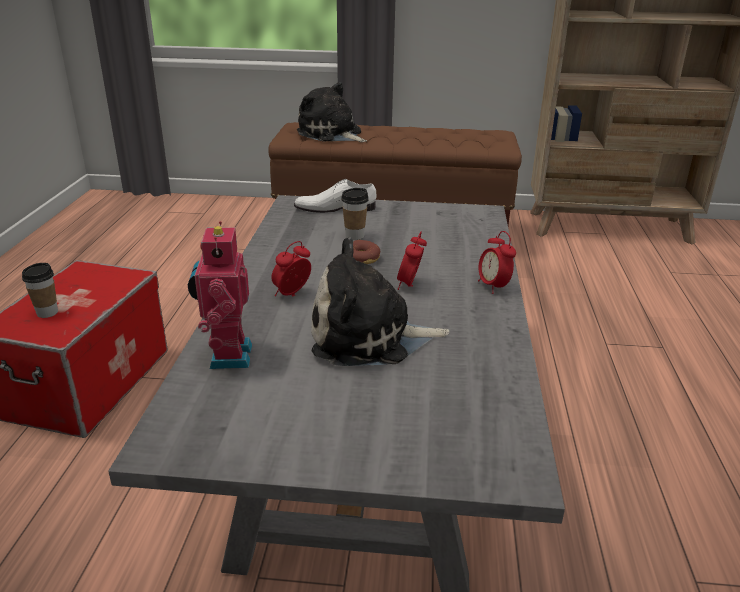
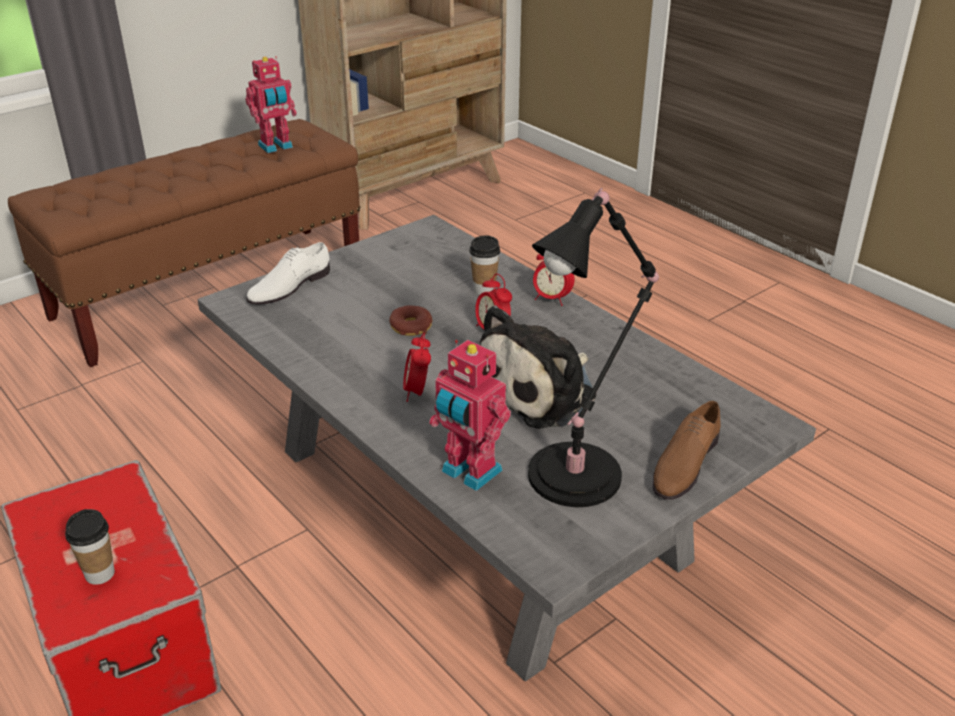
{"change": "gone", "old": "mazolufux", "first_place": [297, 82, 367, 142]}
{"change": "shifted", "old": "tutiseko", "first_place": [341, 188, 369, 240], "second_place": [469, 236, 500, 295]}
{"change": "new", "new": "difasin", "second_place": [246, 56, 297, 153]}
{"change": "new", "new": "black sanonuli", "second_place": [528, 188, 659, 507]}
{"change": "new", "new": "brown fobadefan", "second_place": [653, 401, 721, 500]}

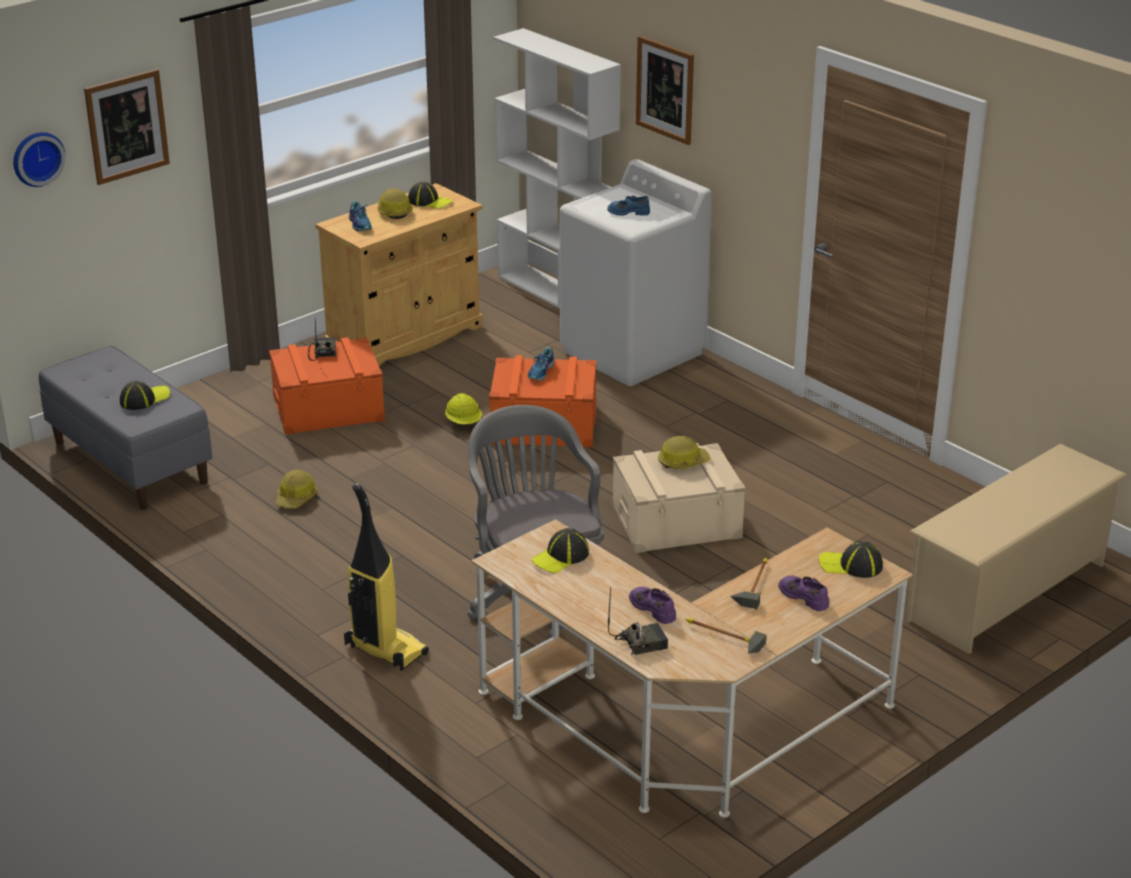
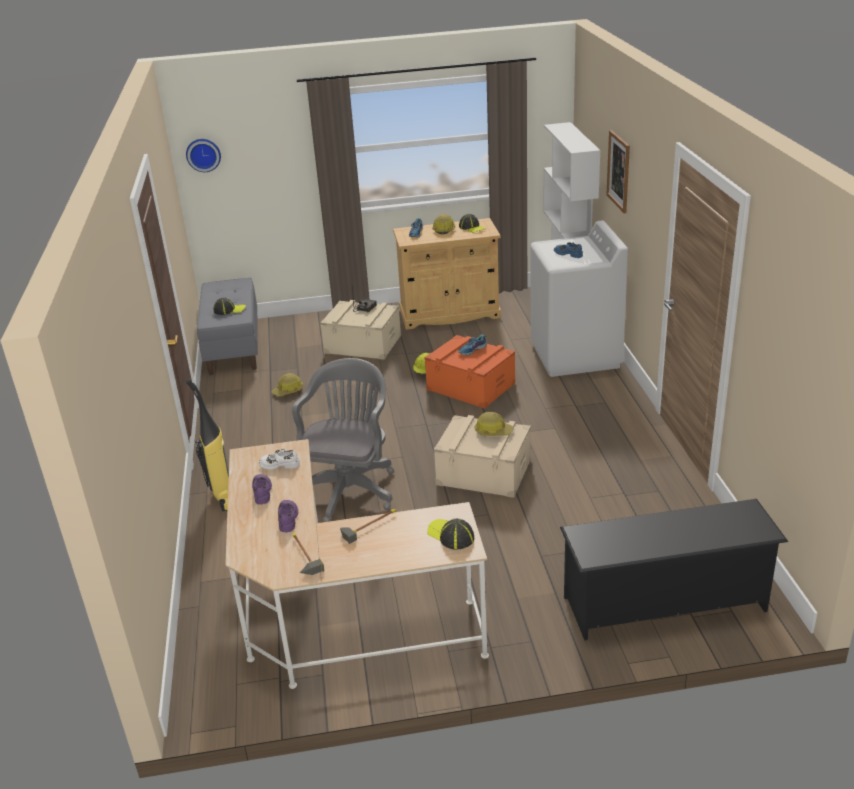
{"change": "gone", "old": "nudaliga", "first_place": [84, 69, 170, 185]}
{"change": "repainted", "old": "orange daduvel", "new": "beige daduvel", "first_place": [269, 337, 385, 435], "second_place": [320, 300, 401, 360]}
{"change": "swapped", "old": "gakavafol", "new": "white fobadefan", "first_place": [532, 528, 589, 574], "second_place": [259, 449, 300, 470]}
{"change": "gone", "old": "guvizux", "first_place": [608, 587, 668, 655]}
{"change": "shifted", "old": "purple fobadefan", "first_place": [778, 576, 829, 611], "second_place": [252, 474, 272, 505]}
{"change": "repainted", "old": "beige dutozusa", "new": "black dutozusa", "first_place": [906, 444, 1127, 654], "second_place": [560, 499, 788, 640]}

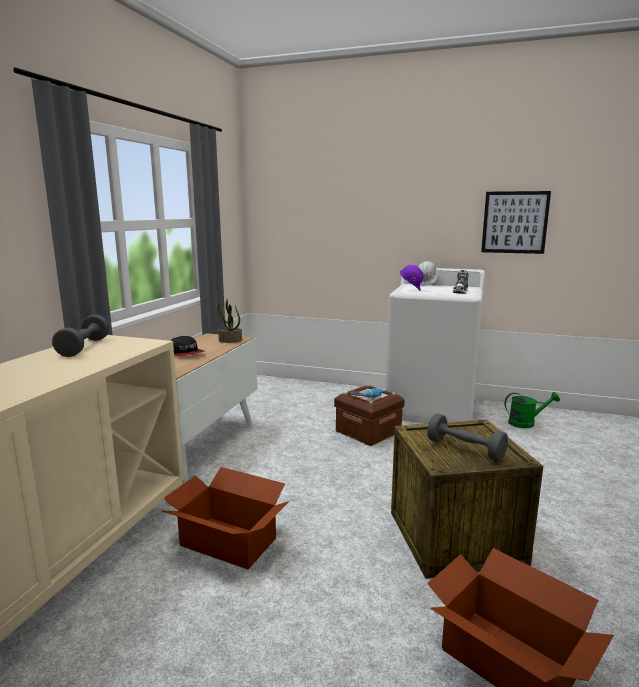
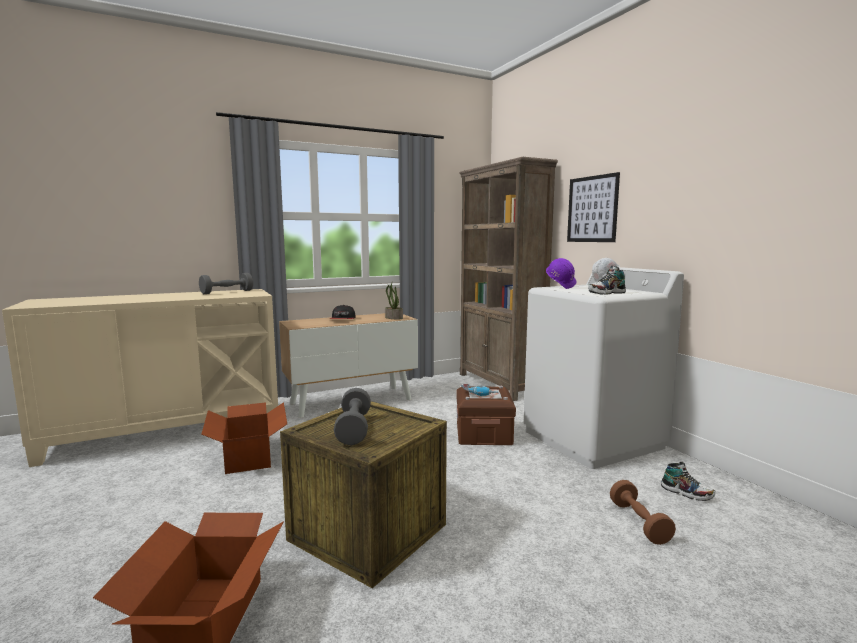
{"change": "shifted", "old": "nudaliga", "first_place": [481, 191, 551, 254], "second_place": [567, 172, 620, 242]}
{"change": "swapped", "old": "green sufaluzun", "new": "fobadefan", "first_place": [505, 392, 560, 428], "second_place": [661, 462, 716, 501]}
{"change": "new", "new": "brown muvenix", "second_place": [459, 157, 558, 401]}
{"change": "new", "new": "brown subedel", "second_place": [610, 480, 676, 545]}

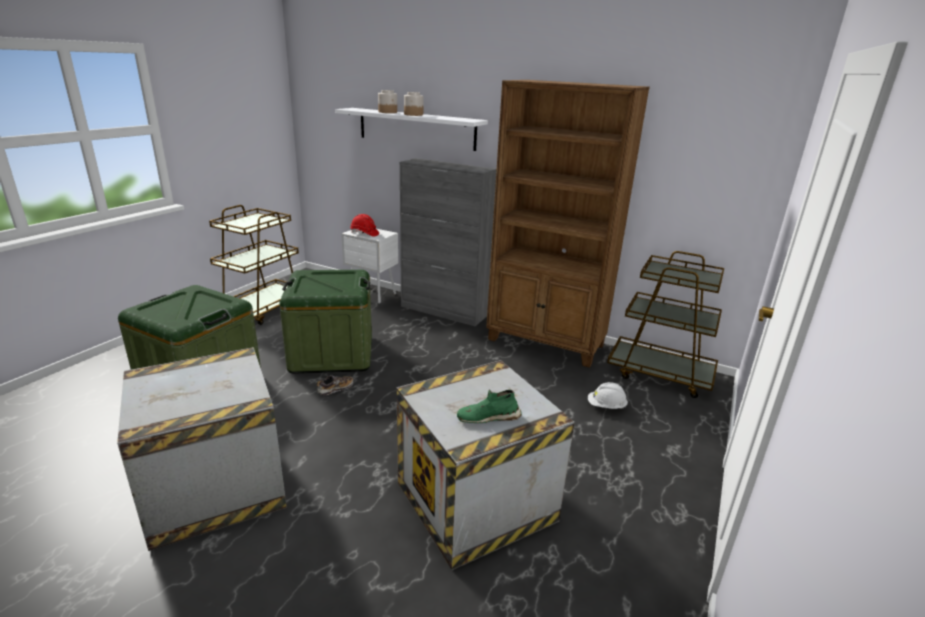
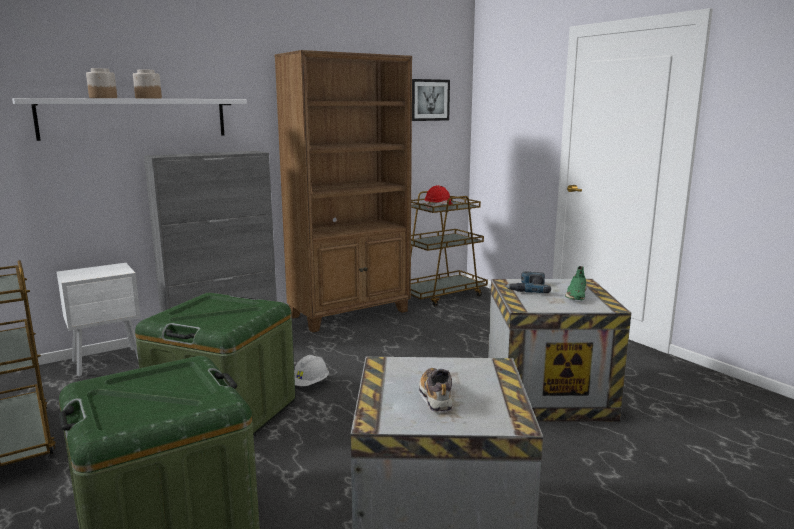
{"change": "shifted", "old": "fobadefan", "first_place": [317, 375, 354, 395], "second_place": [419, 368, 452, 412]}
{"change": "shifted", "old": "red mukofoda", "first_place": [350, 214, 379, 237], "second_place": [424, 185, 453, 209]}
{"change": "shifted", "old": "white mukofoda", "first_place": [588, 382, 628, 409], "second_place": [294, 355, 329, 386]}
{"change": "new", "new": "nudaliga", "second_place": [412, 79, 450, 121]}
{"change": "new", "new": "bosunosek", "second_place": [505, 271, 551, 293]}

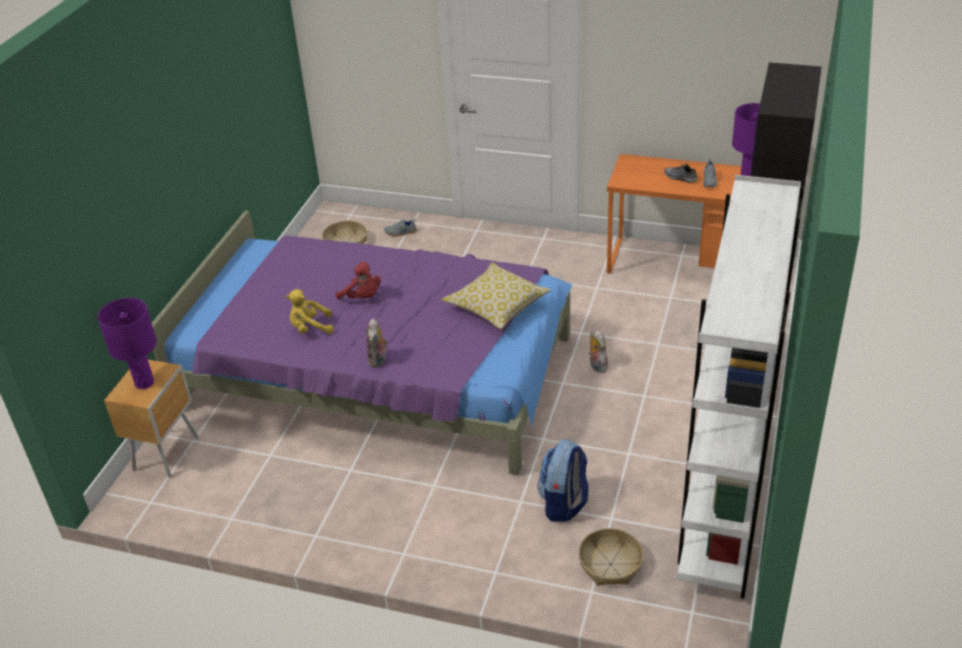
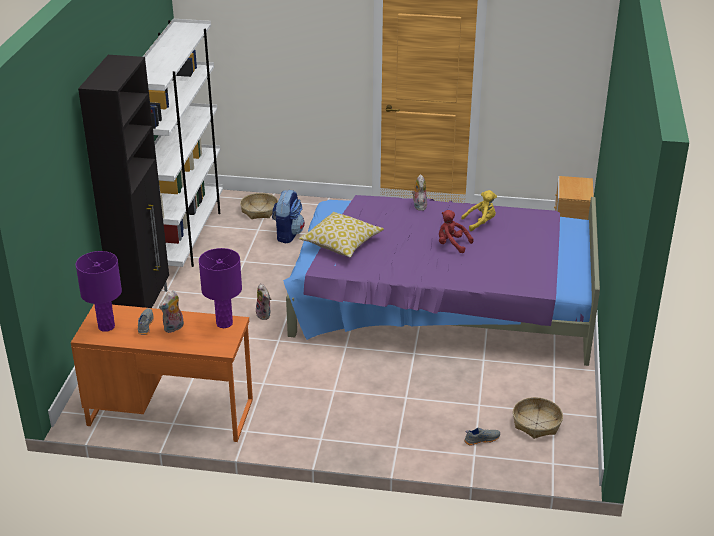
{"change": "shifted", "old": "purple sanonuli", "first_place": [97, 298, 157, 389], "second_place": [199, 248, 242, 328]}
{"change": "swapped", "old": "grey fobadefan", "new": "mazolufux", "first_place": [664, 164, 698, 183], "second_place": [159, 291, 184, 333]}

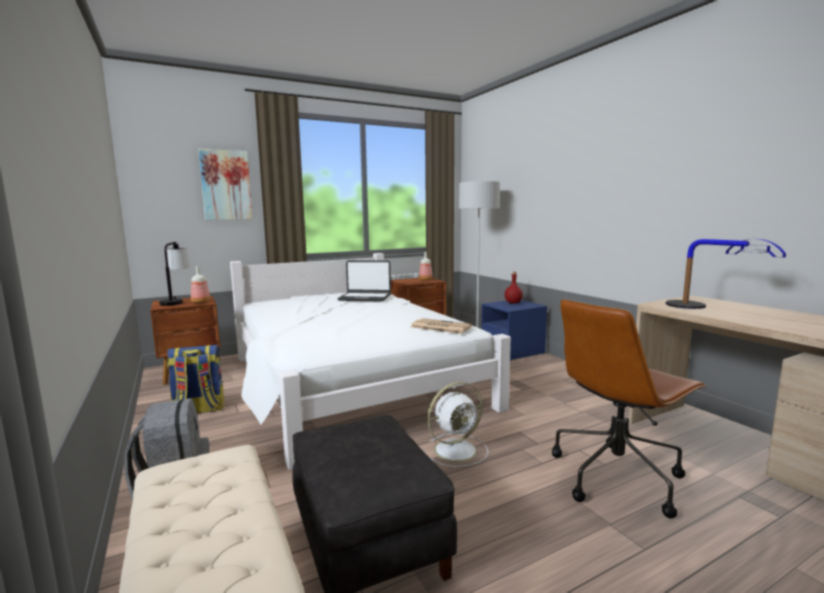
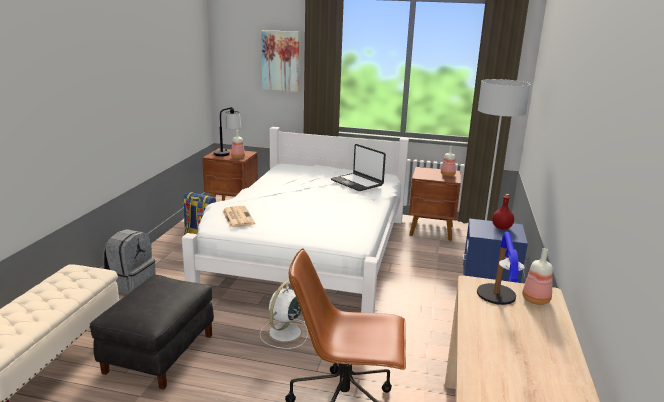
{"change": "shifted", "old": "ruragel", "first_place": [411, 318, 472, 334], "second_place": [222, 206, 255, 228]}
{"change": "rotated", "old": "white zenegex", "first_place": [427, 382, 488, 467], "second_place": [260, 280, 308, 349], "degrees": 105}
{"change": "new", "new": "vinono", "second_place": [522, 248, 553, 305]}

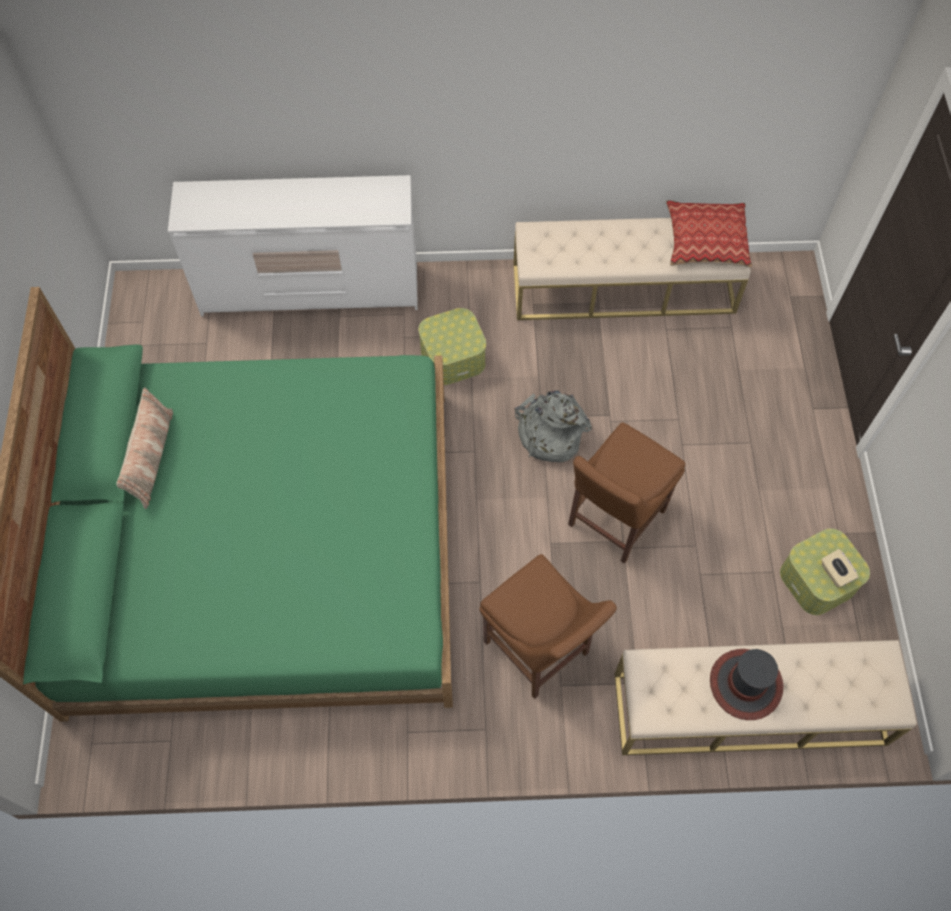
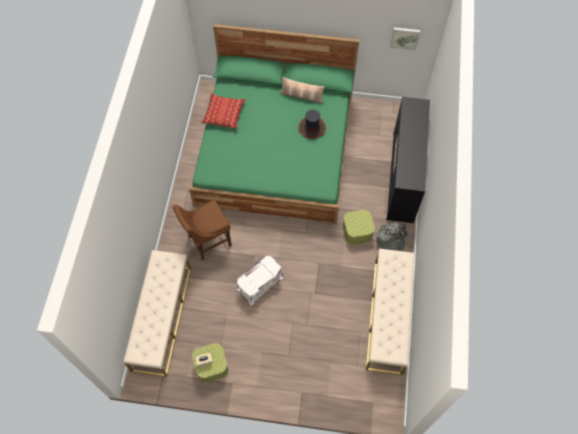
{"change": "repainted", "old": "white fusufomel", "new": "black fusufomel", "first_place": [168, 175, 418, 316], "second_place": [386, 97, 430, 223]}
{"change": "shifted", "old": "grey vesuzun", "first_place": [515, 390, 592, 462], "second_place": [376, 222, 415, 251]}
{"change": "swapped", "old": "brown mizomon", "new": "white daduvel", "first_place": [568, 422, 685, 564], "second_place": [237, 256, 284, 305]}
{"change": "shifted", "old": "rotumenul", "first_place": [666, 200, 752, 268], "second_place": [201, 94, 246, 129]}
{"change": "shifted", "old": "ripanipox", "first_place": [710, 649, 783, 720], "second_place": [298, 110, 326, 139]}
{"change": "new", "new": "nudaliga", "second_place": [390, 27, 420, 50]}

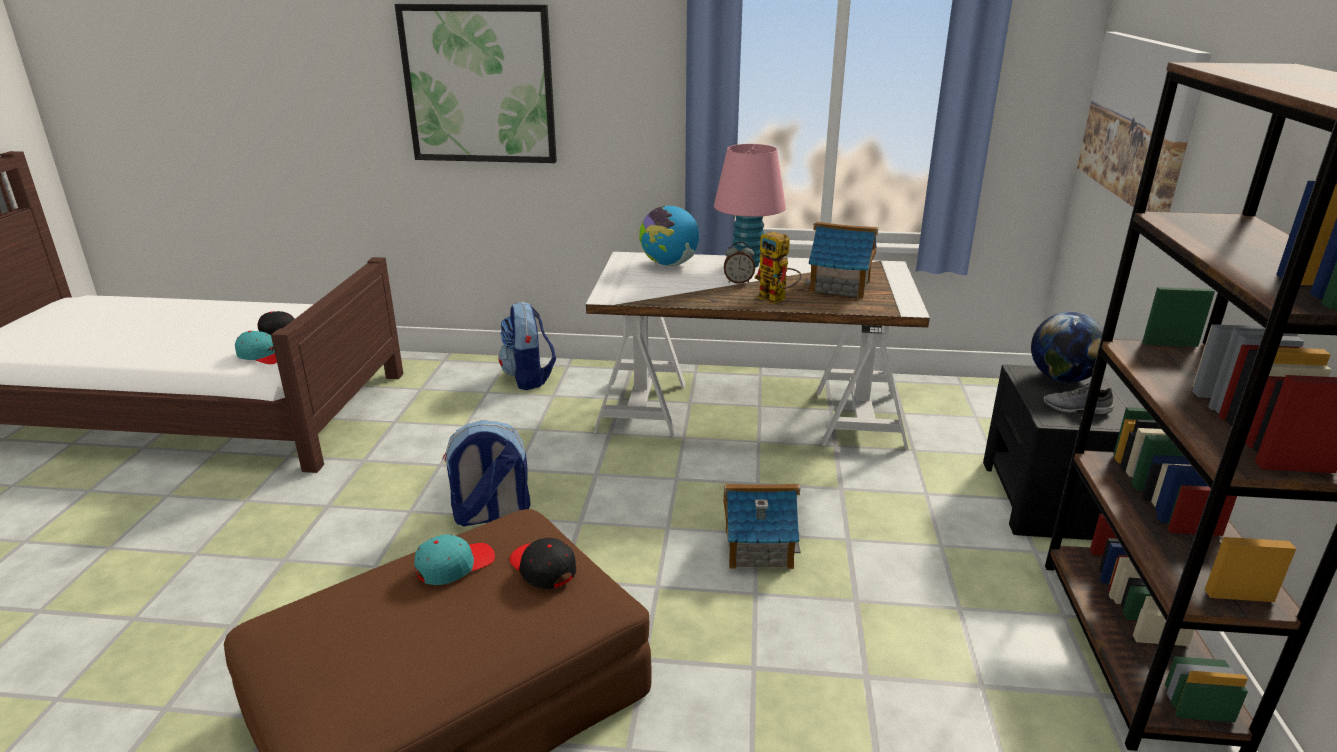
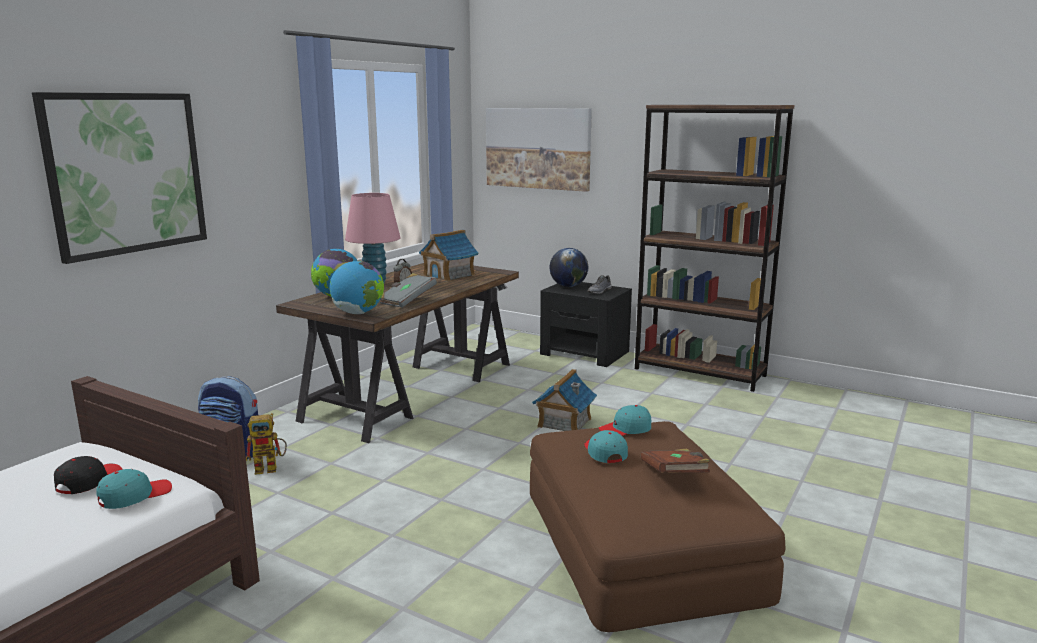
{"change": "gone", "old": "vesuzun", "first_place": [442, 420, 531, 526]}
{"change": "repainted", "old": "black gakavafol", "new": "turquoise gakavafol", "first_place": [509, 538, 576, 589], "second_place": [599, 405, 651, 436]}
{"change": "repainted", "old": "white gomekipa", "new": "brown gomekipa", "first_place": [586, 252, 930, 450], "second_place": [276, 263, 519, 443]}
{"change": "shifted", "old": "difasin", "first_place": [754, 232, 802, 304], "second_place": [246, 413, 287, 475]}
{"change": "new", "new": "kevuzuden", "second_place": [330, 261, 384, 314]}
{"change": "new", "new": "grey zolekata", "second_place": [380, 273, 437, 308]}
{"change": "new", "new": "brown zolekata", "second_place": [641, 449, 710, 473]}

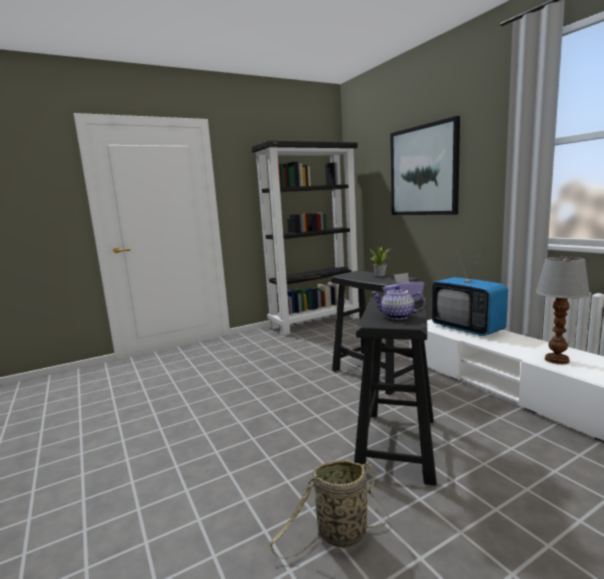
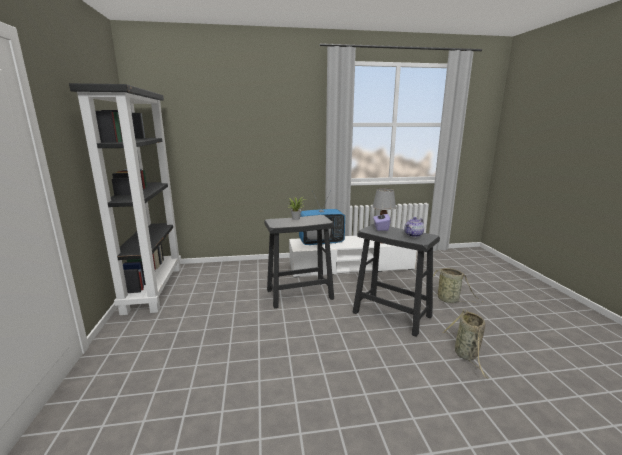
{"change": "gone", "old": "nudaliga", "first_place": [391, 116, 460, 215]}
{"change": "new", "new": "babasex", "second_place": [425, 268, 483, 303]}

